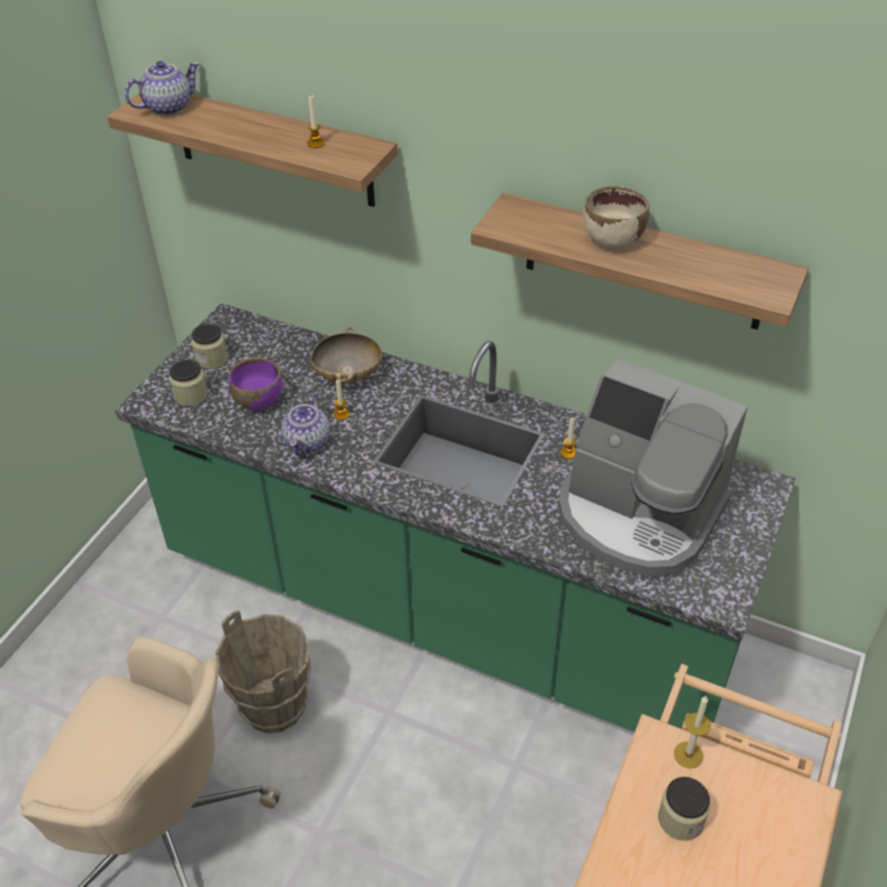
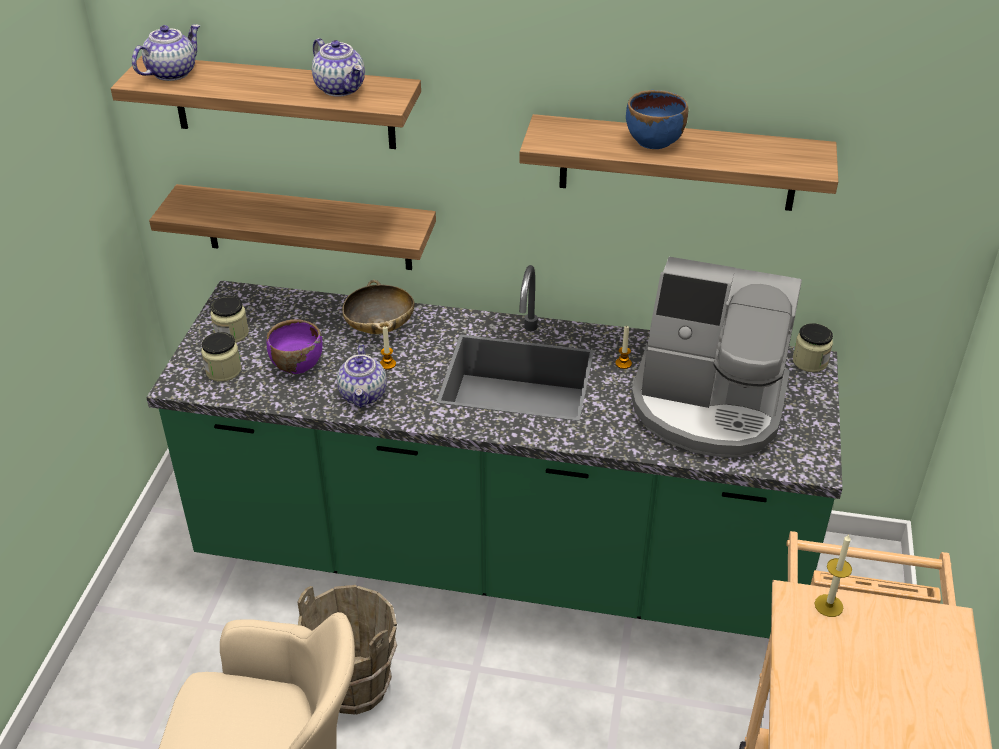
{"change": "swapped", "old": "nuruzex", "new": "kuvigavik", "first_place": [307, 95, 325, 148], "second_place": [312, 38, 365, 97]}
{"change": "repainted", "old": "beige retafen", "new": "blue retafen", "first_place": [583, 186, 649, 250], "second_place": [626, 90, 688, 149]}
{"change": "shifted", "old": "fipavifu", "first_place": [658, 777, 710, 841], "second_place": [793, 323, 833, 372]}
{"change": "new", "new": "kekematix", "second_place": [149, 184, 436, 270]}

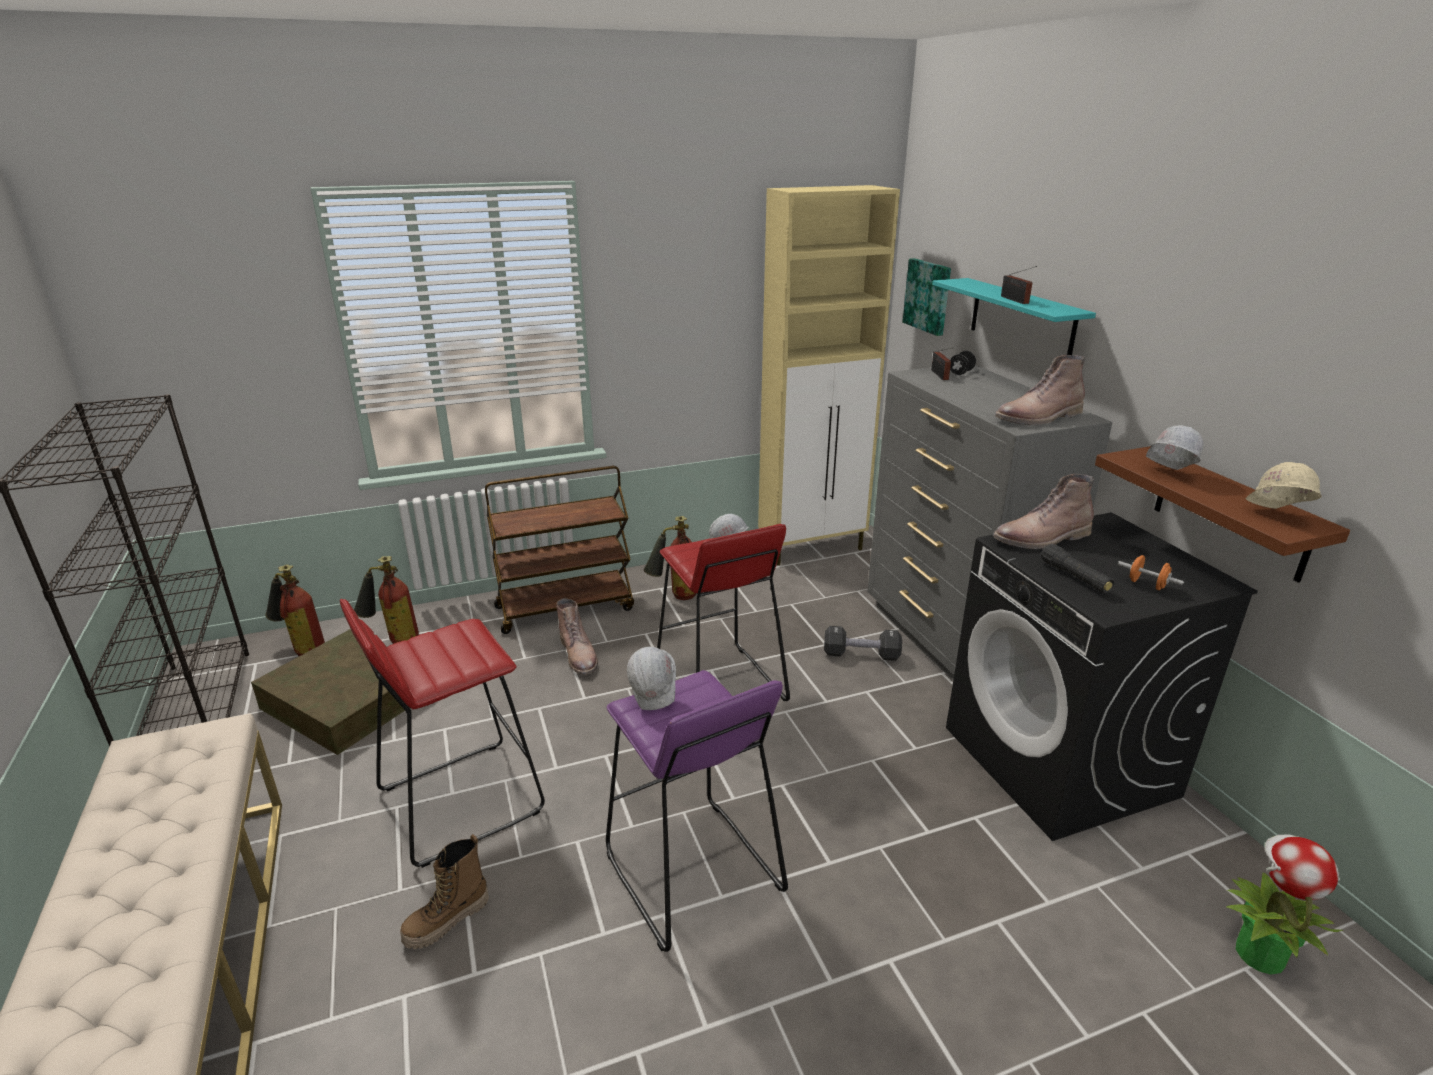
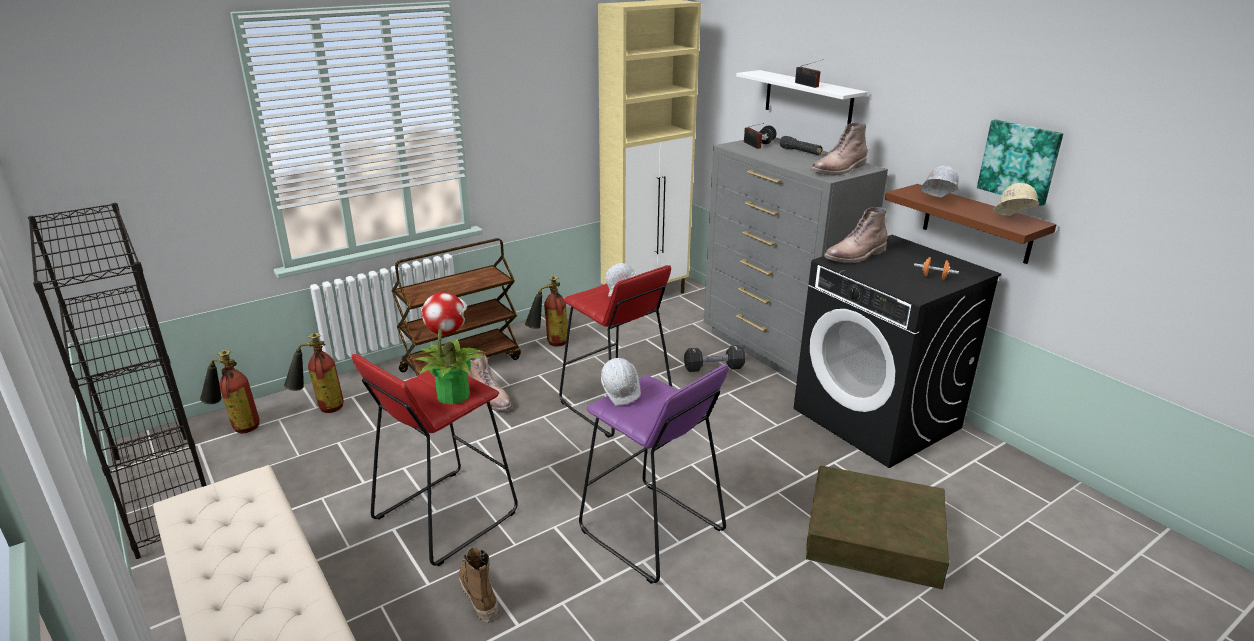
{"change": "shifted", "old": "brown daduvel", "first_place": [251, 629, 405, 755], "second_place": [806, 466, 949, 589]}
{"change": "rotated", "old": "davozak", "first_place": [400, 834, 489, 949], "second_place": [459, 548, 498, 623], "degrees": 120}
{"change": "shifted", "old": "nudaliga", "first_place": [903, 258, 951, 336], "second_place": [977, 119, 1063, 206]}
{"change": "repainted", "old": "turquoise kekematix", "new": "white kekematix", "first_place": [932, 278, 1096, 355], "second_place": [736, 70, 868, 125]}
{"change": "shifted", "old": "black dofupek", "first_place": [1041, 544, 1115, 593], "second_place": [780, 136, 823, 155]}
{"change": "shifted", "old": "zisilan", "first_place": [1226, 834, 1343, 975], "second_place": [413, 292, 486, 404]}

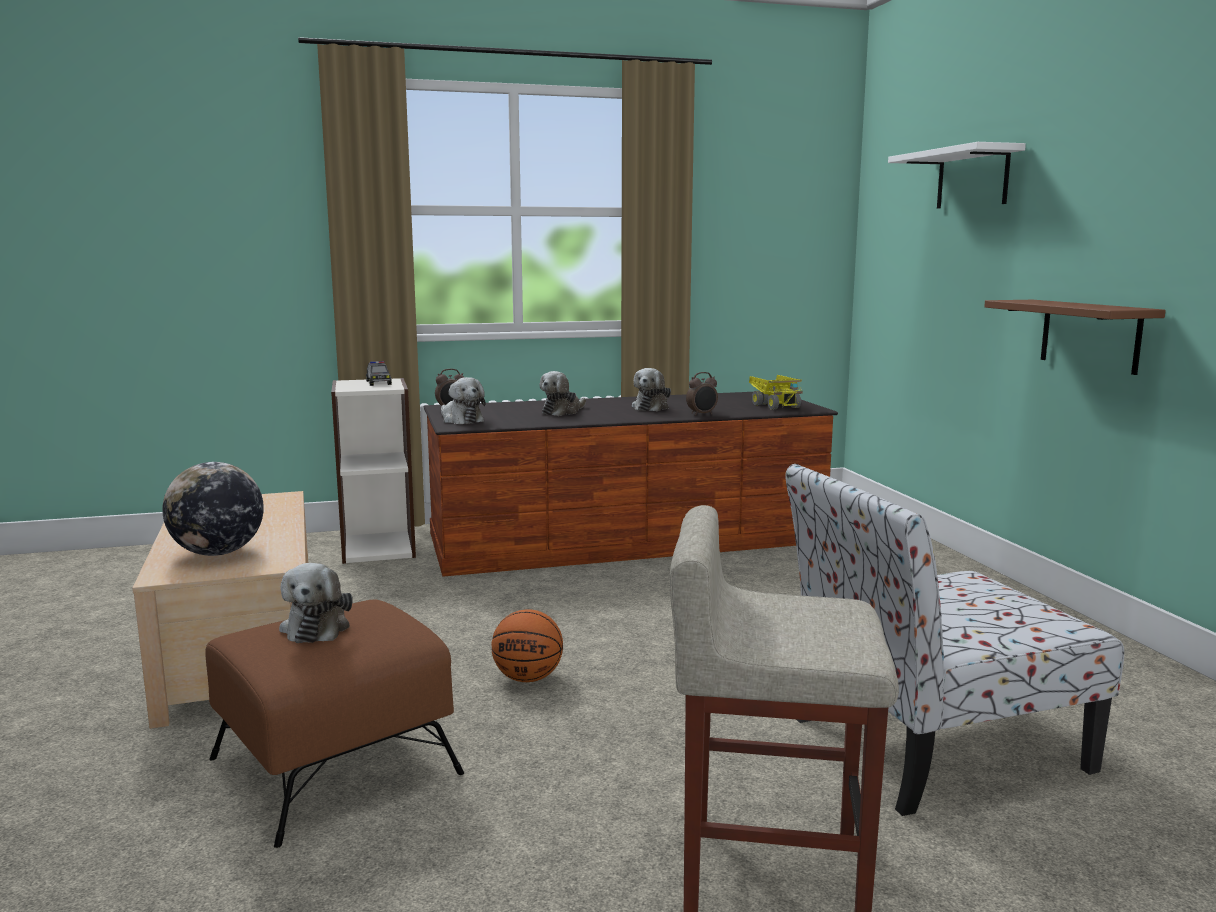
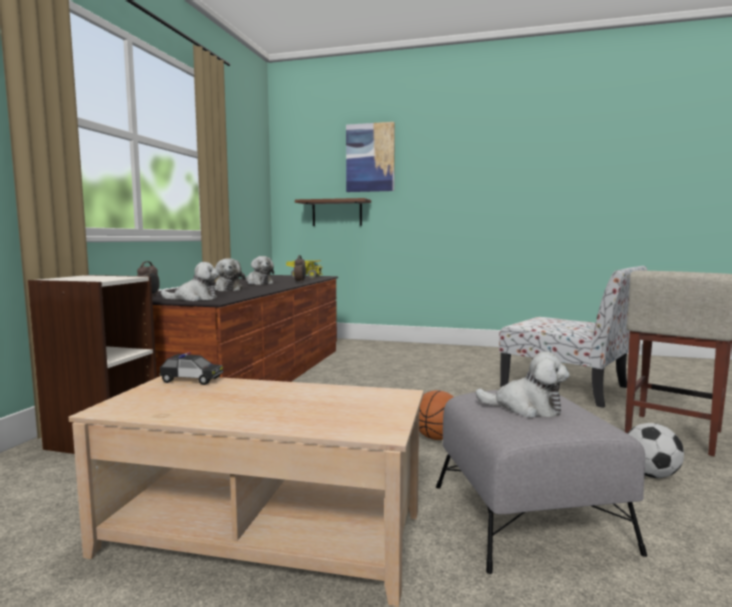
{"change": "gone", "old": "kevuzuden", "first_place": [162, 462, 264, 556]}
{"change": "repainted", "old": "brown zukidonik", "new": "grey zukidonik", "first_place": [205, 600, 464, 848], "second_place": [436, 390, 647, 574]}
{"change": "shifted", "old": "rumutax", "first_place": [366, 361, 392, 386], "second_place": [159, 352, 223, 385]}
{"change": "rotated", "old": "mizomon", "first_place": [785, 464, 1124, 816], "second_place": [499, 266, 647, 408], "degrees": -60}
{"change": "swapped", "old": "white kekematix", "new": "nudaliga", "first_place": [888, 142, 1026, 209], "second_place": [346, 122, 395, 192]}
{"change": "shifted", "old": "brown kekematix", "first_place": [984, 300, 1166, 375], "second_place": [295, 198, 371, 226]}
{"change": "new", "new": "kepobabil", "second_place": [627, 423, 684, 478]}

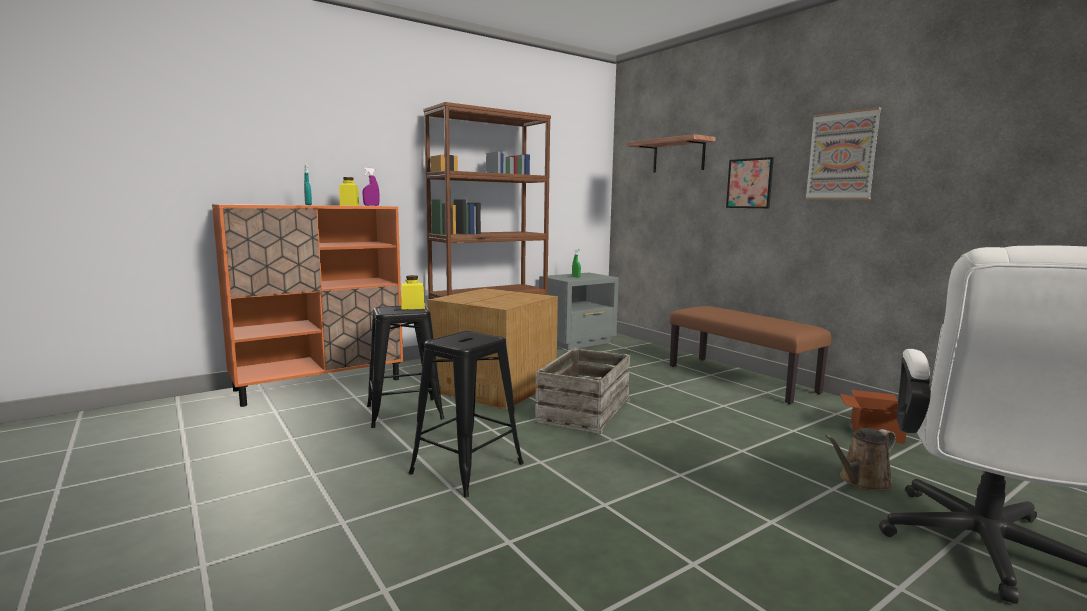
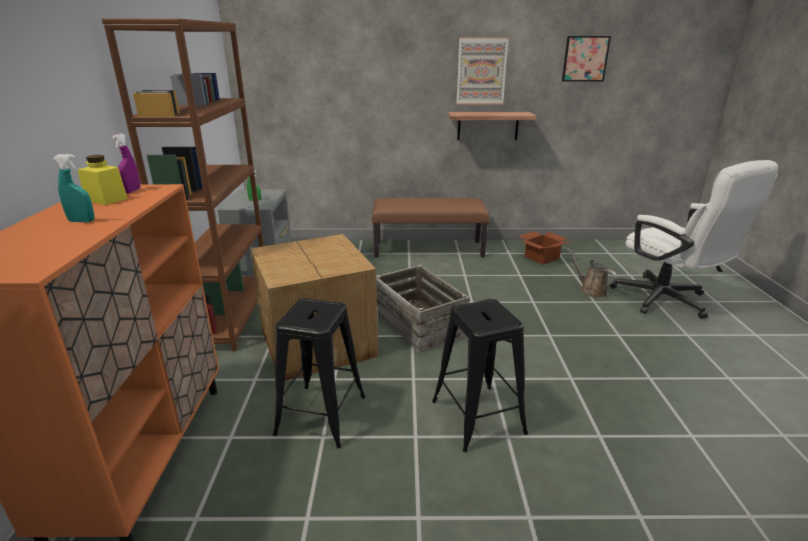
{"change": "gone", "old": "yellow fipavifu", "first_place": [401, 275, 425, 310]}
{"change": "shifted", "old": "kekematix", "first_place": [627, 134, 716, 173], "second_place": [448, 112, 537, 140]}
{"change": "shifted", "old": "nudaliga", "first_place": [726, 157, 774, 208], "second_place": [562, 36, 611, 82]}
{"change": "rotated", "old": "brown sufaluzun", "first_place": [825, 428, 896, 491], "second_place": [568, 248, 618, 298], "degrees": 135}

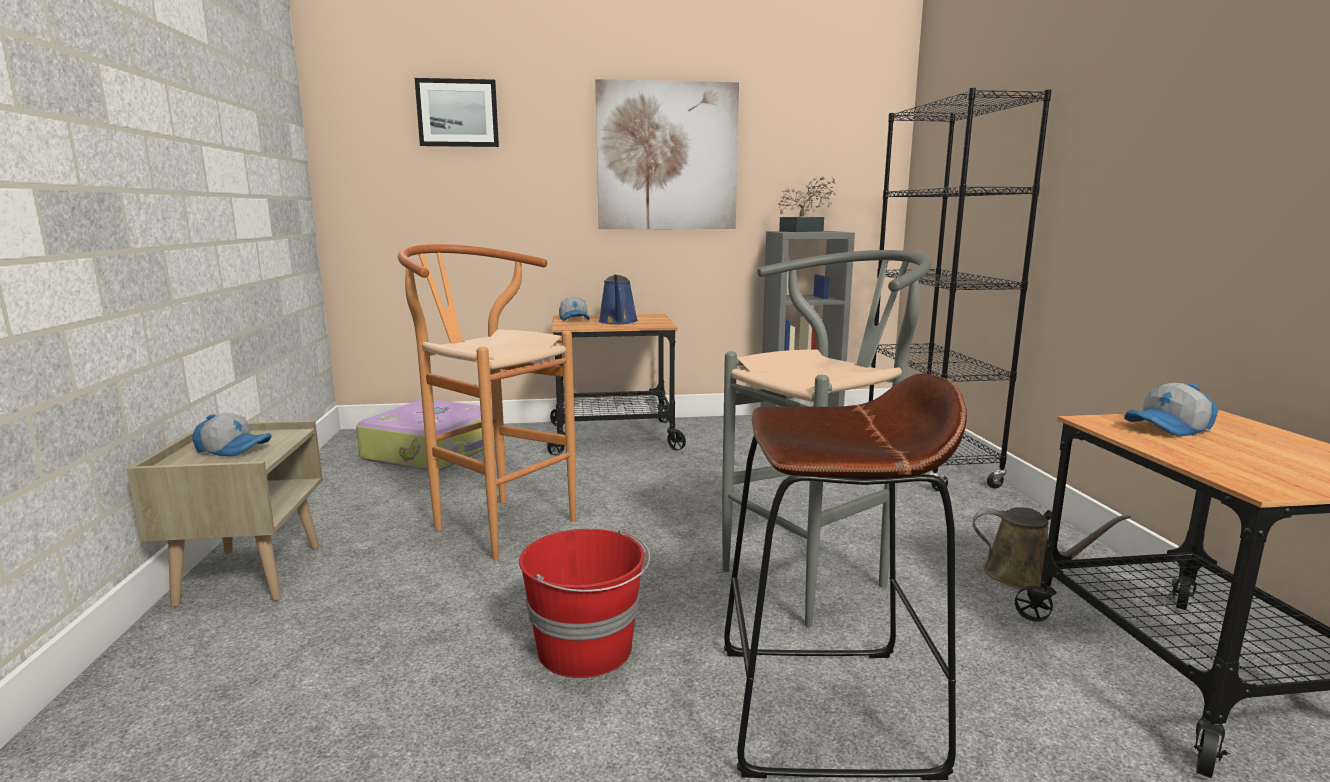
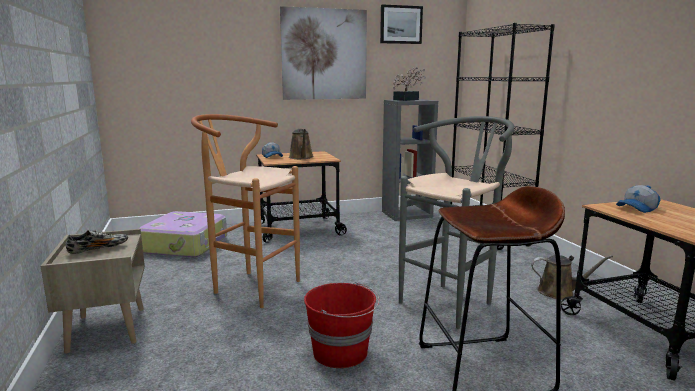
{"change": "swapped", "old": "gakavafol", "new": "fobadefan", "first_place": [192, 413, 272, 456], "second_place": [66, 230, 128, 254]}
{"change": "shifted", "old": "nudaliga", "first_place": [415, 78, 499, 147], "second_place": [380, 4, 423, 44]}
{"change": "repainted", "old": "blue sufaluzun", "new": "brown sufaluzun", "first_place": [598, 275, 638, 324], "second_place": [289, 129, 314, 159]}

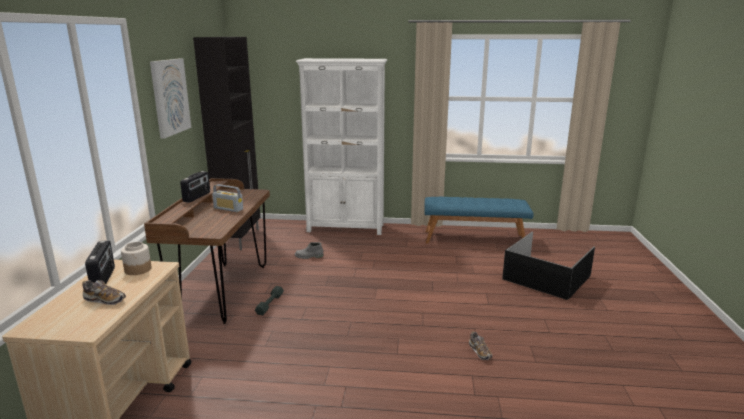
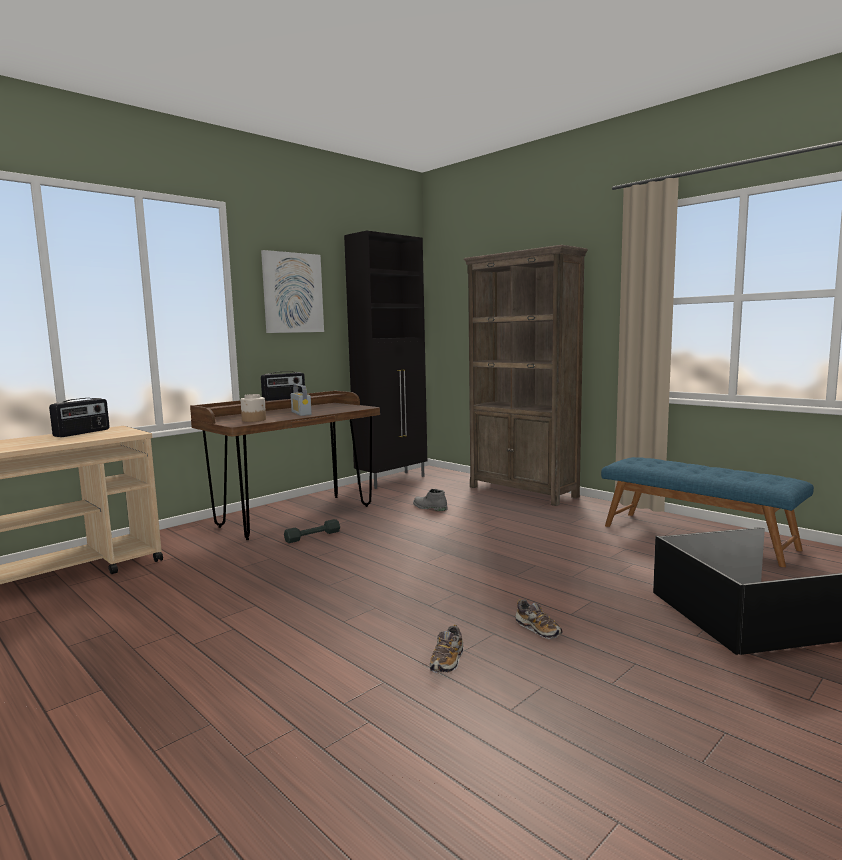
{"change": "shifted", "old": "fobadefan", "first_place": [82, 280, 126, 305], "second_place": [516, 599, 562, 639]}
{"change": "shifted", "old": "fipavifu", "first_place": [121, 242, 152, 275], "second_place": [240, 394, 266, 422]}
{"change": "repainted", "old": "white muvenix", "new": "brown muvenix", "first_place": [296, 58, 387, 235], "second_place": [464, 245, 588, 506]}

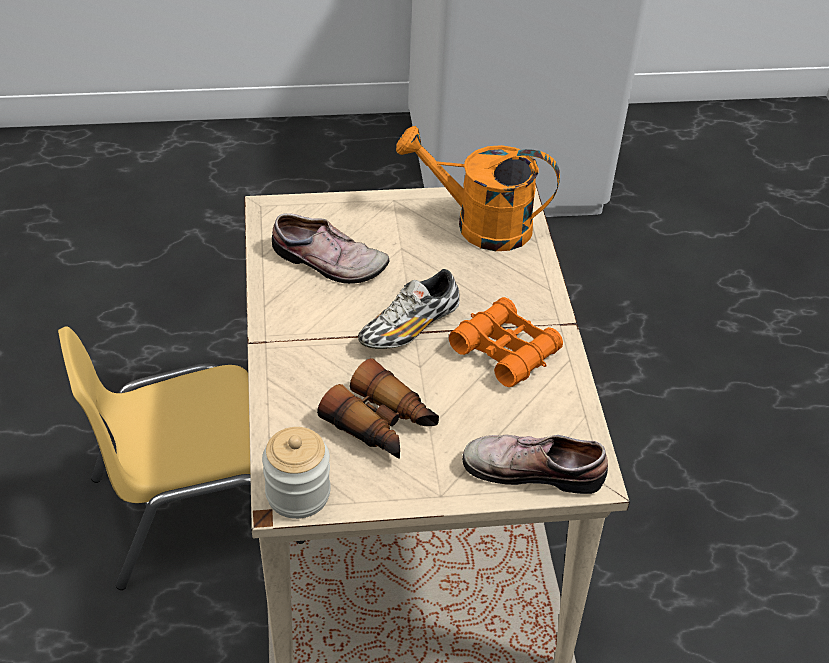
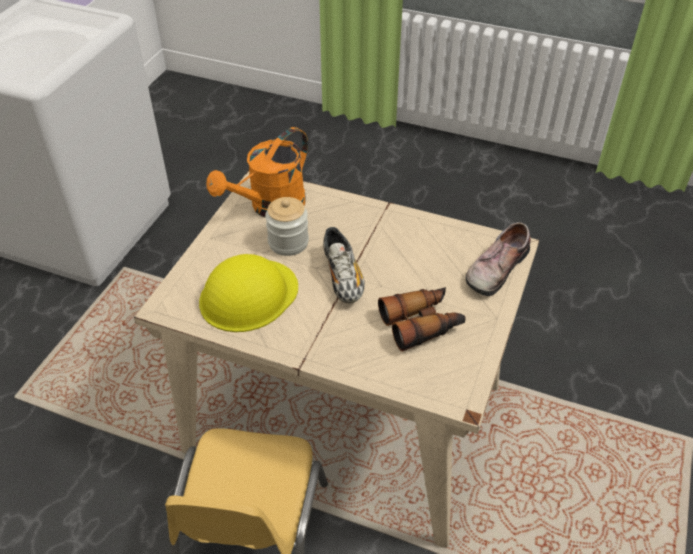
{"change": "shifted", "old": "fipavifu", "first_place": [262, 427, 330, 519], "second_place": [265, 197, 309, 256]}
{"change": "swapped", "old": "fobadefan", "new": "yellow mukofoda", "first_place": [272, 213, 389, 284], "second_place": [199, 254, 298, 332]}
{"change": "gone", "old": "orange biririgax", "first_place": [449, 297, 563, 387]}

